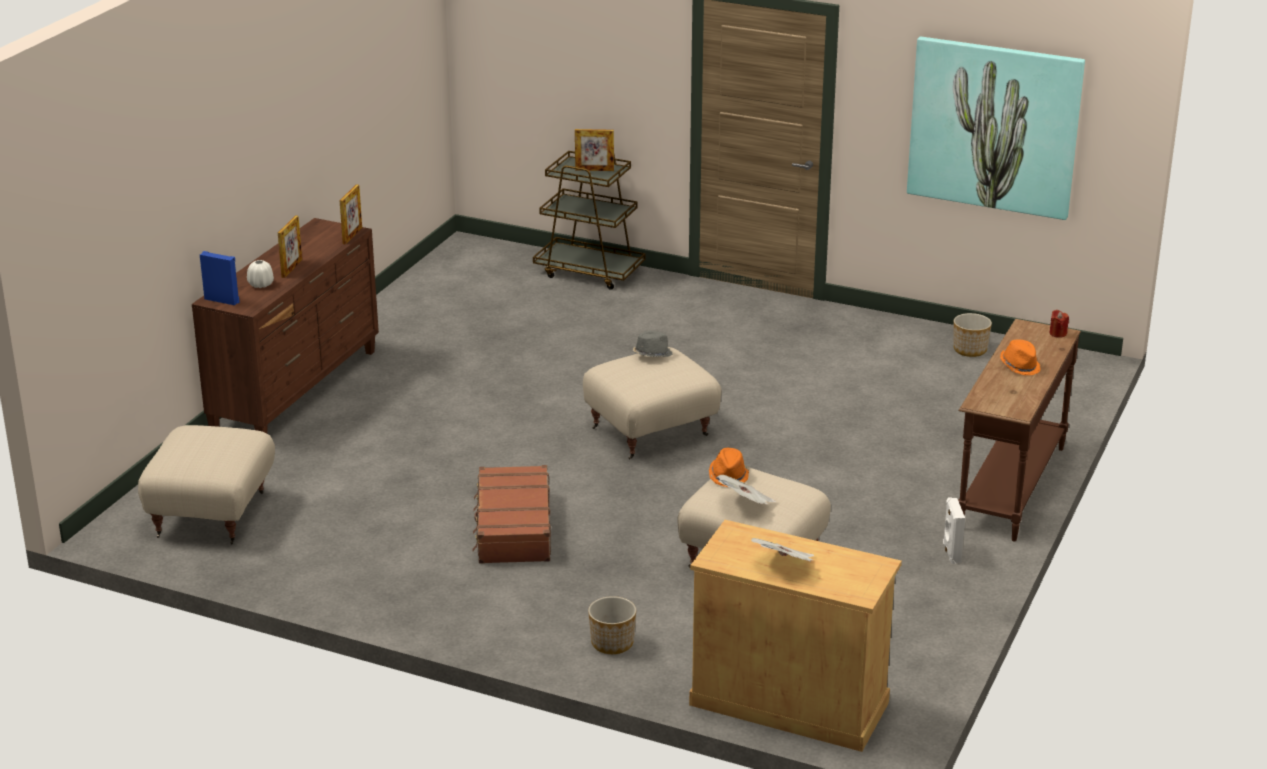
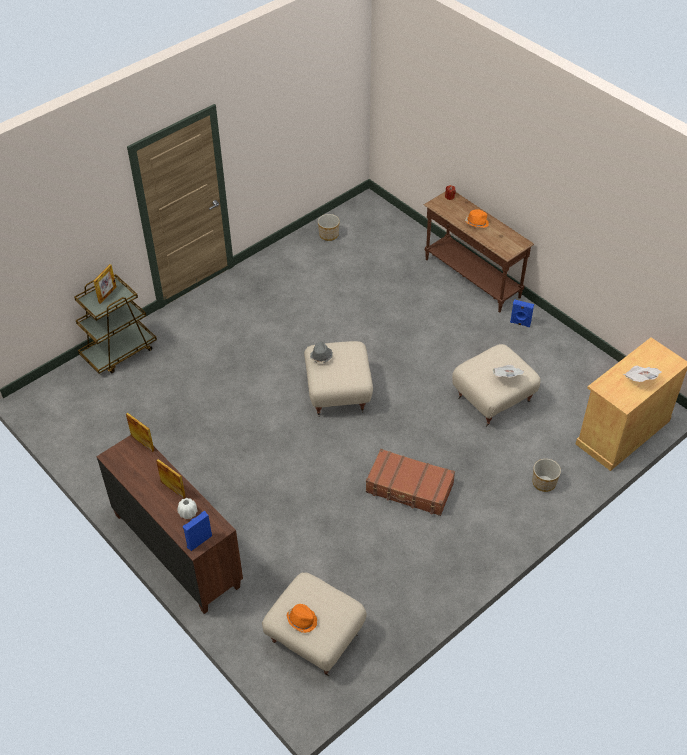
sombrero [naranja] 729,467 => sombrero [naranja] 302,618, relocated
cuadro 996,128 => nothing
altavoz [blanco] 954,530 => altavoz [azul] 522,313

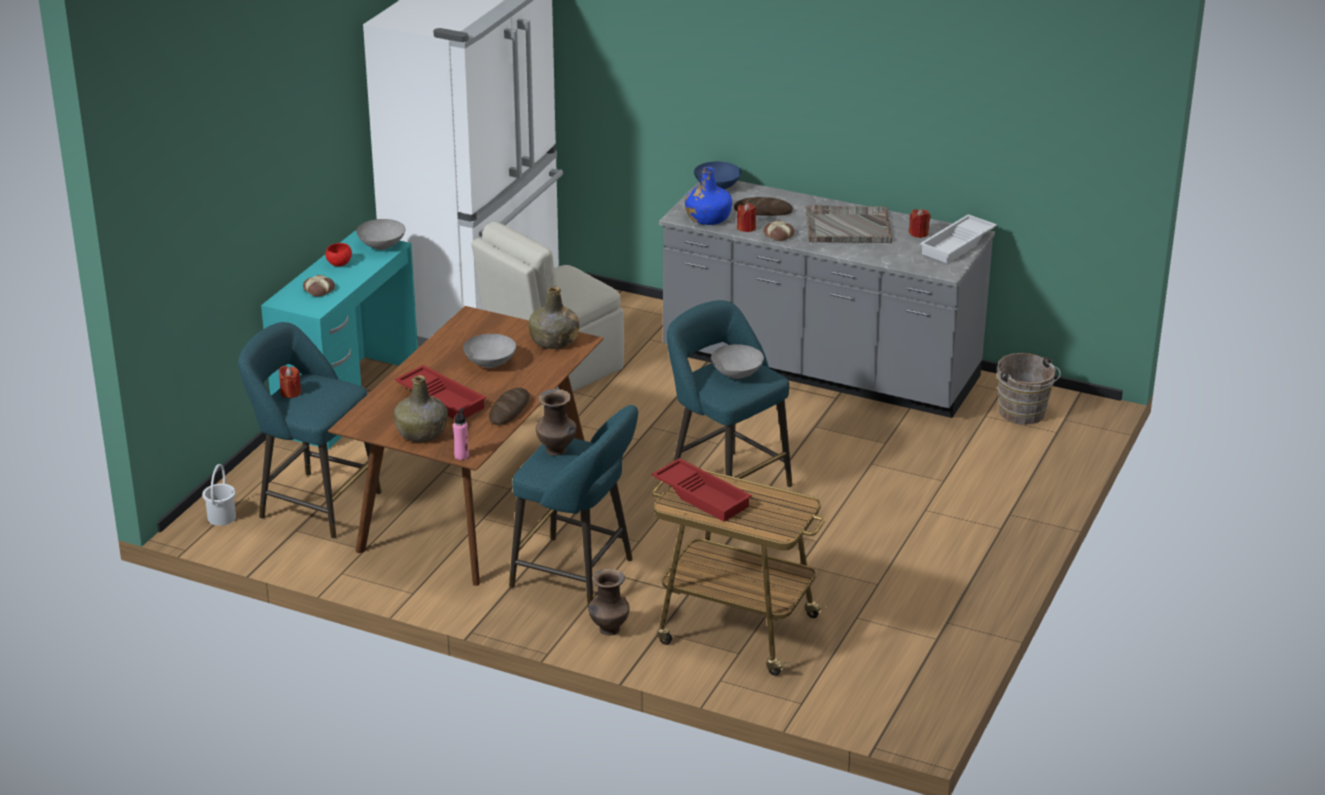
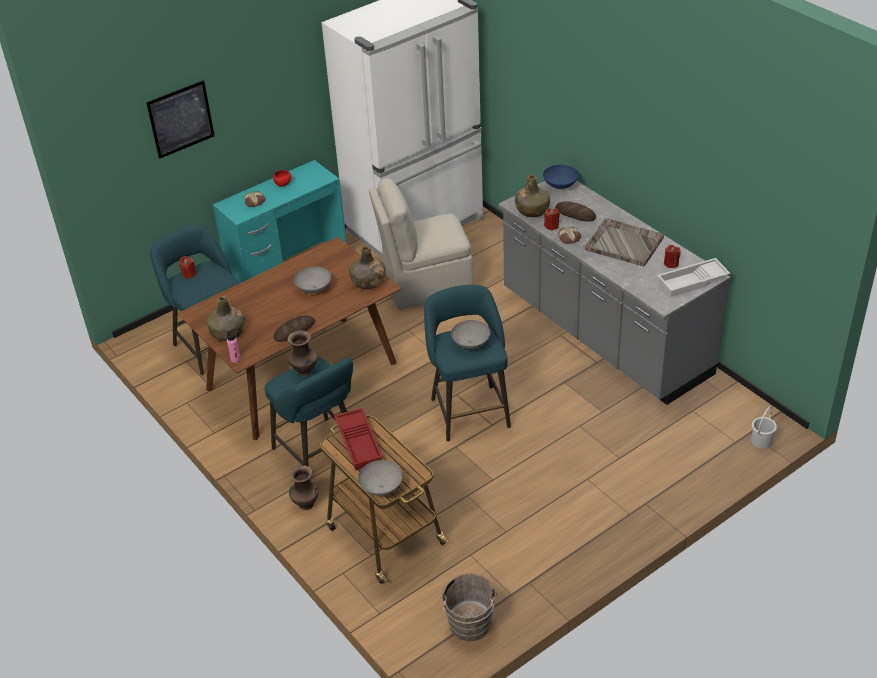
cubo [blanco] 219,495 => cubo [blanco] 764,427, relocated
cuenco [gris] 380,234 => cuenco [gris] 380,478, relocated
bandeja [rojo] 441,392 => nothing
botella [azul] 708,196 => botella [verde] 532,196
cubo [marrón] 1029,389 => cubo [marrón] 468,607, relocated
nothing => cuadro 180,119

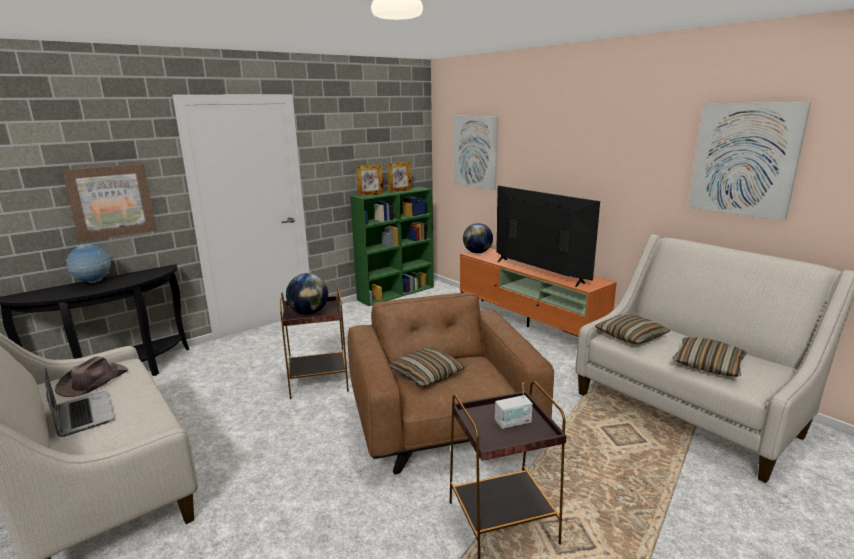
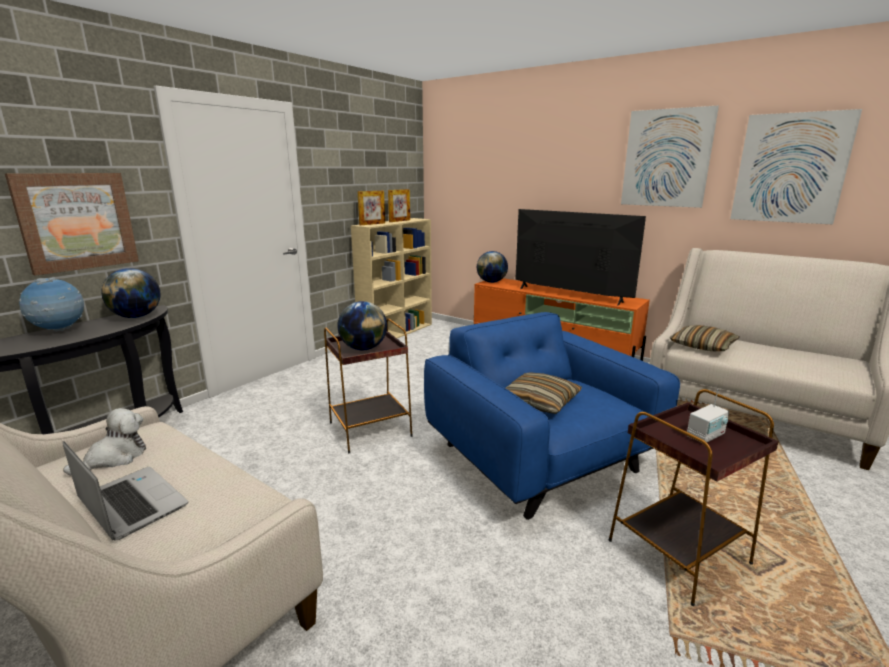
sombrero [marrón] 91,376 => peluche 104,442
sillón [marrón] 451,383 => sillón [azul] 552,416
estantería [verde] 392,246 => estantería [beis] 391,278
cuadro 476,153 => cuadro 670,157, relocated
cojín 710,357 => nothing
nothing => globo terráqueo 131,293

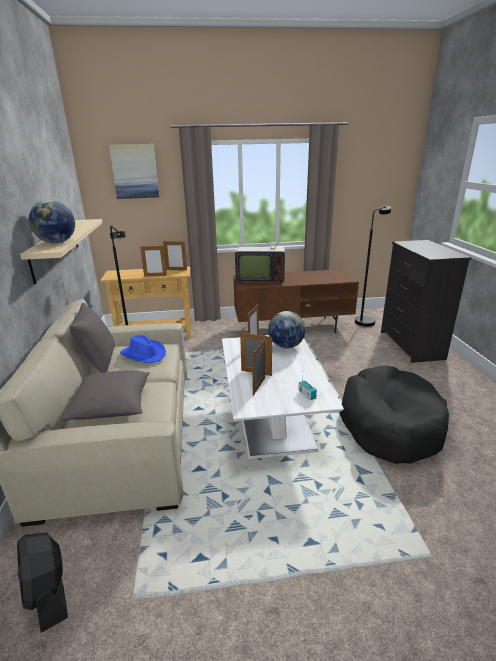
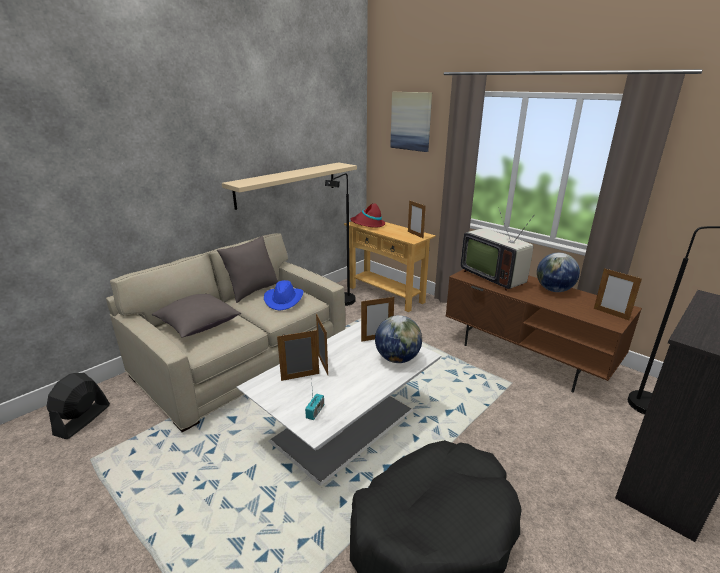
globo terráqueo 52,222 => globo terráqueo 558,272, relocated
portarretratos 153,261 => portarretratos 618,294, relocated
nothing => sombrero [rojo] 368,216

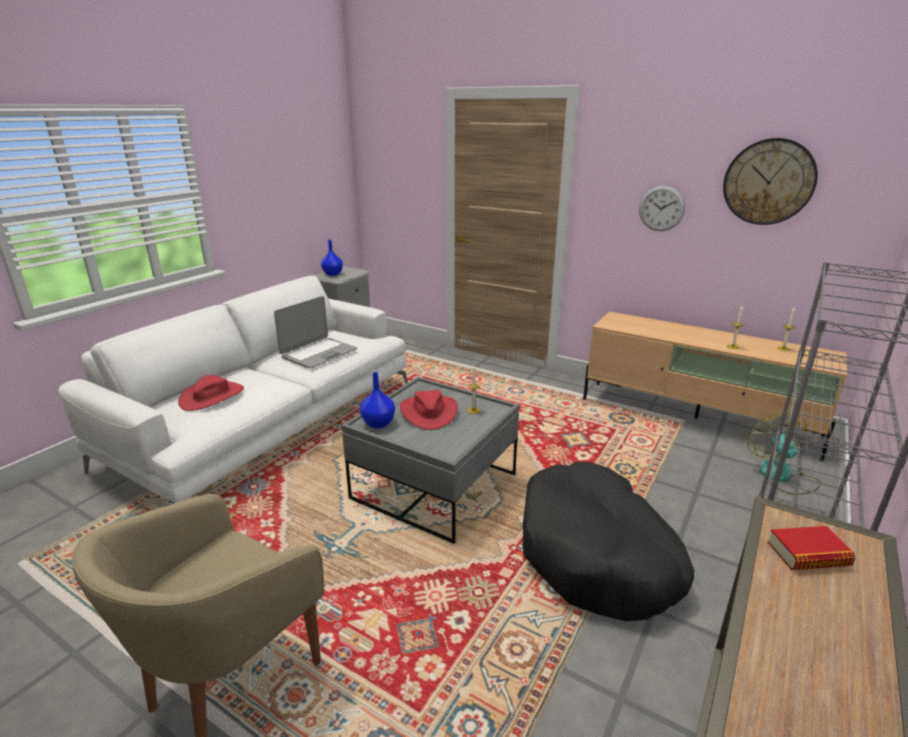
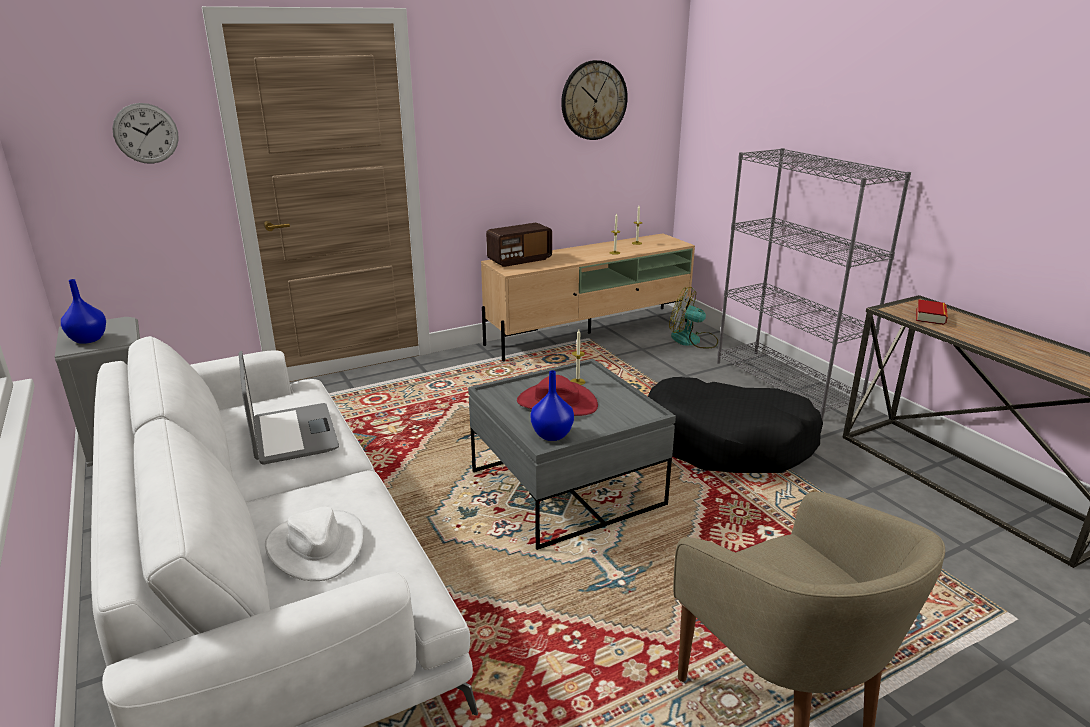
sombrero [rojo] 211,393 => sombrero [blanco] 314,544
reloj de pared 662,208 => reloj de pared 145,133, relocated
nothing => radio 519,245

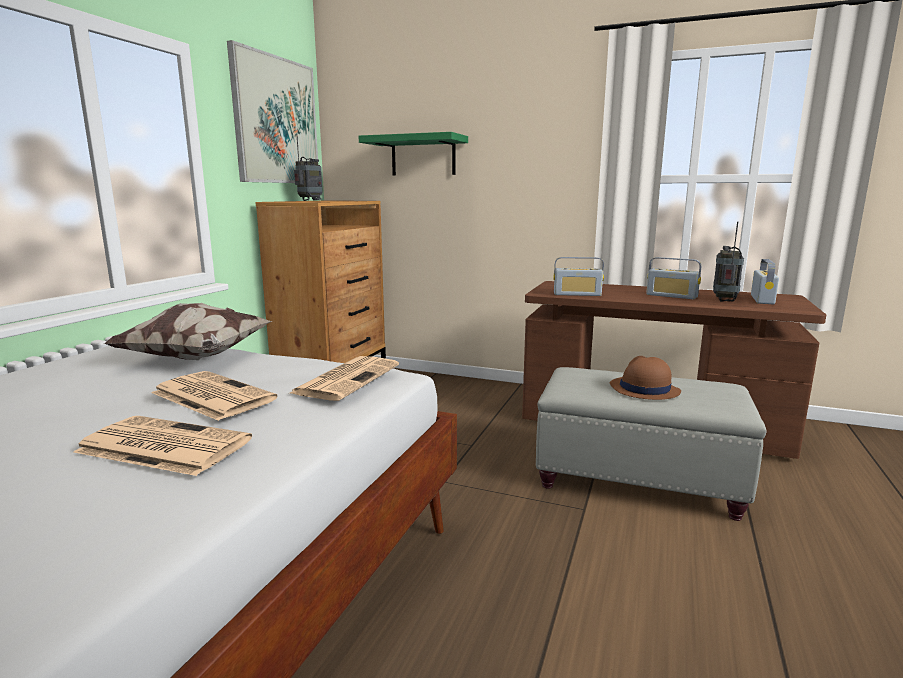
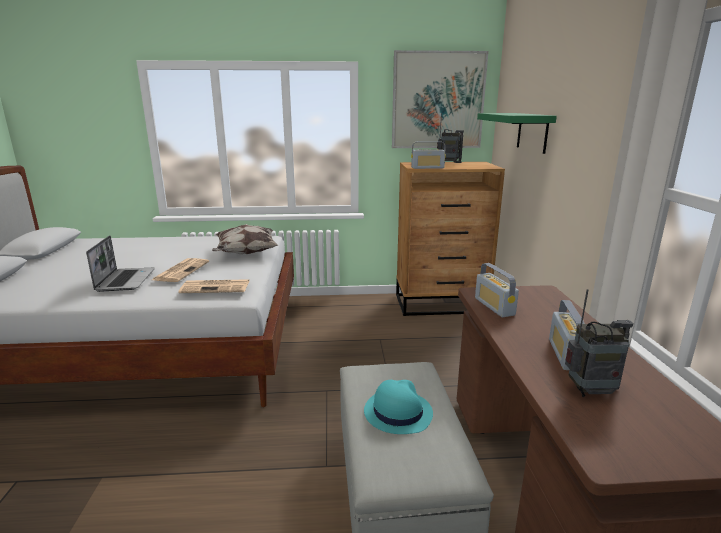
periódico 163,446 => portátil 120,263
sombrero [marrón] 645,378 => sombrero [turquesa] 398,407
radio 765,281 => radio 428,155, relocated

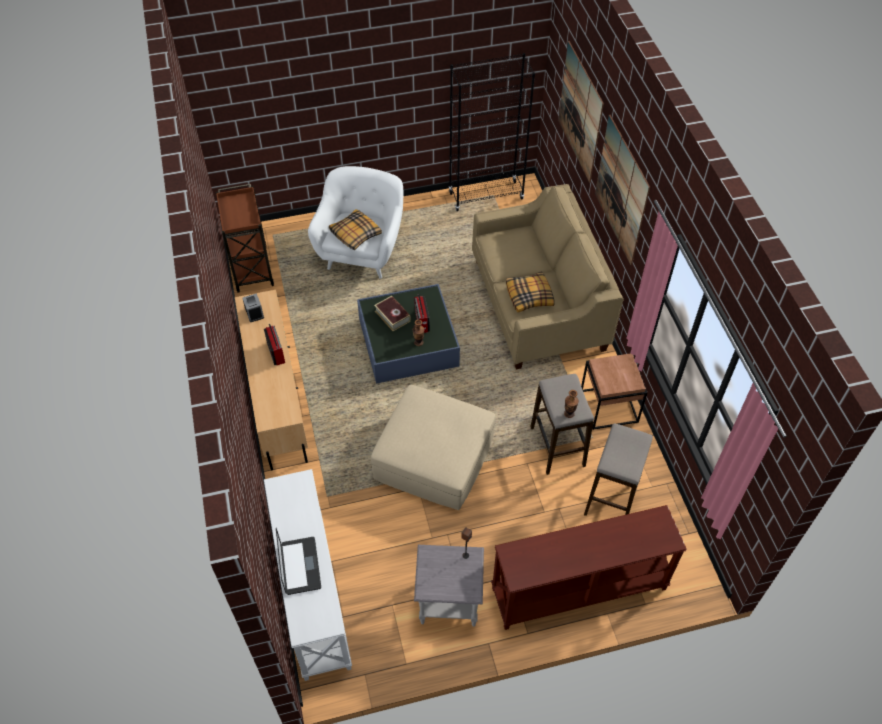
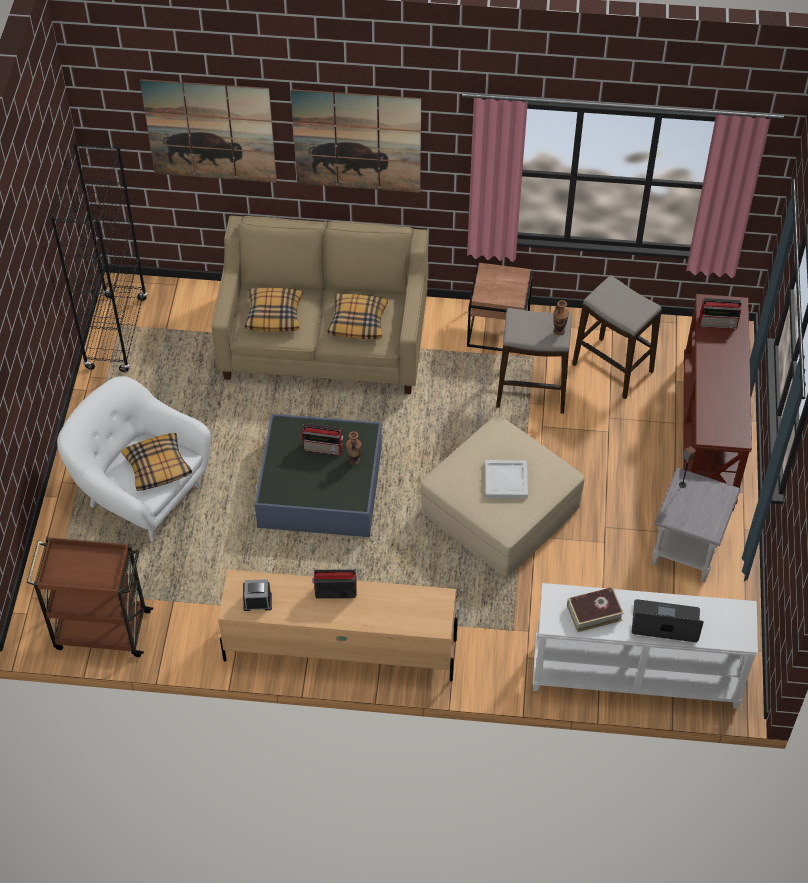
libro 392,313 => libro 595,609, relocated
nothing => cojín 274,310
nothing => bandeja [blanco] 506,479
nothing => radio 720,313

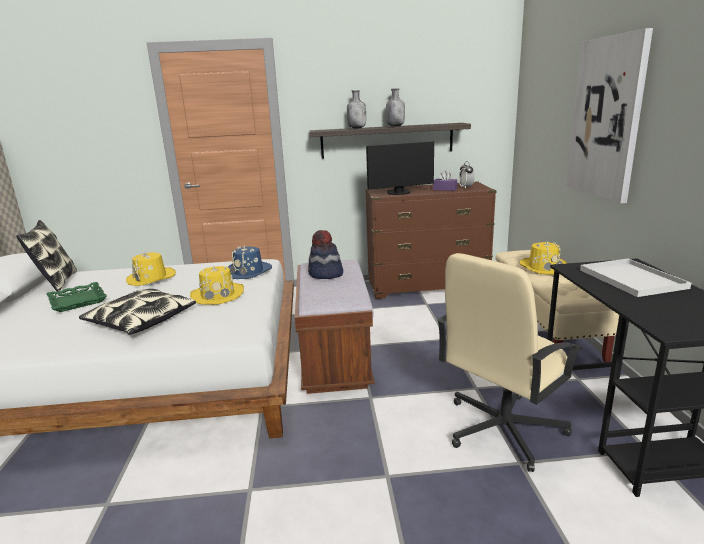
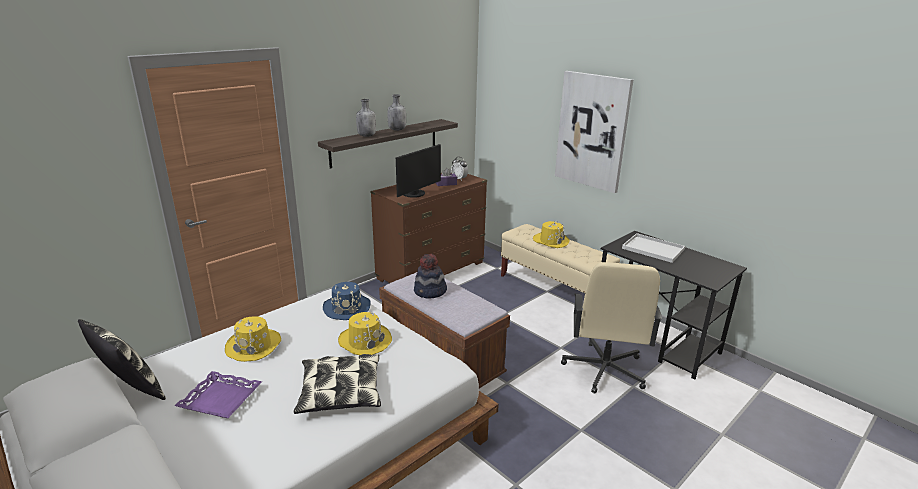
bandeja [verde] 76,297 => bandeja [morado] 218,394

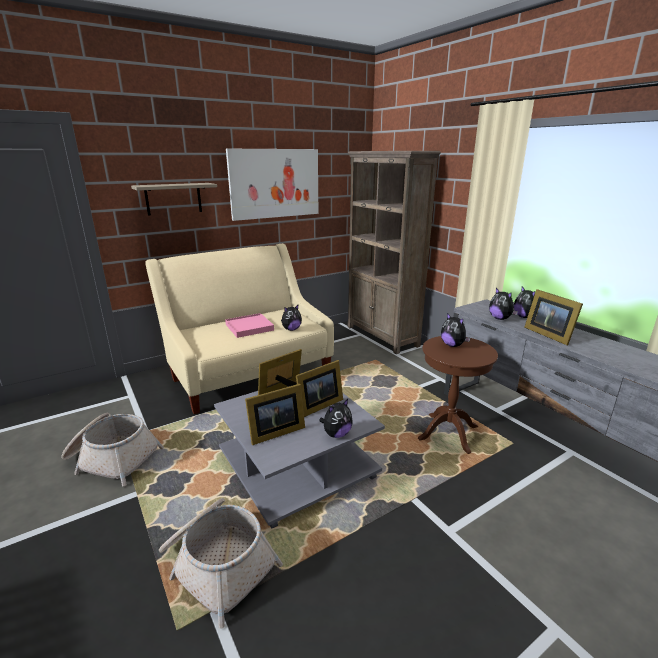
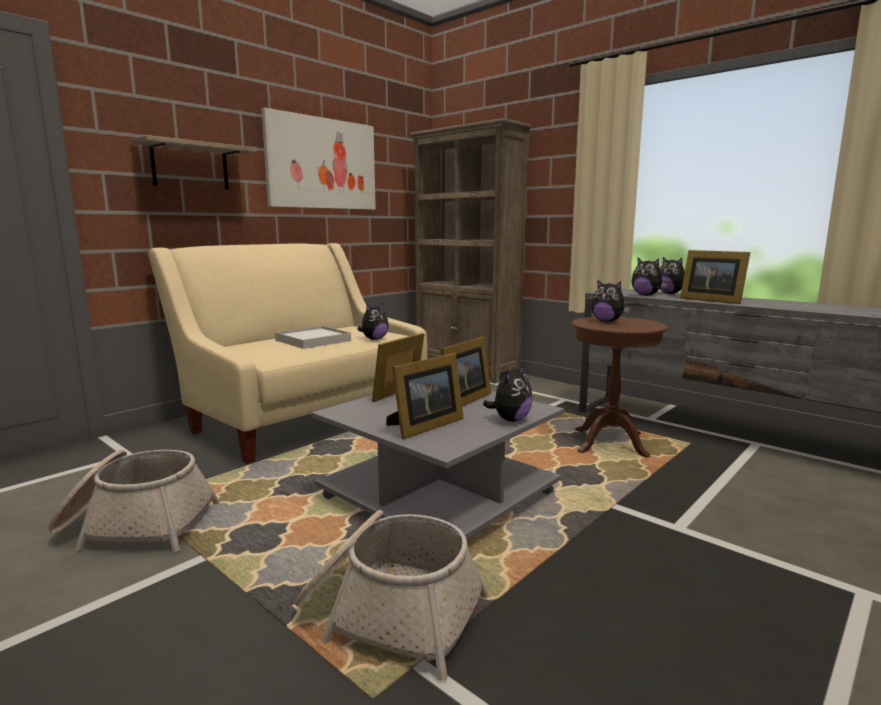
bandeja [rosa] 249,325 => bandeja [blanco] 313,337

